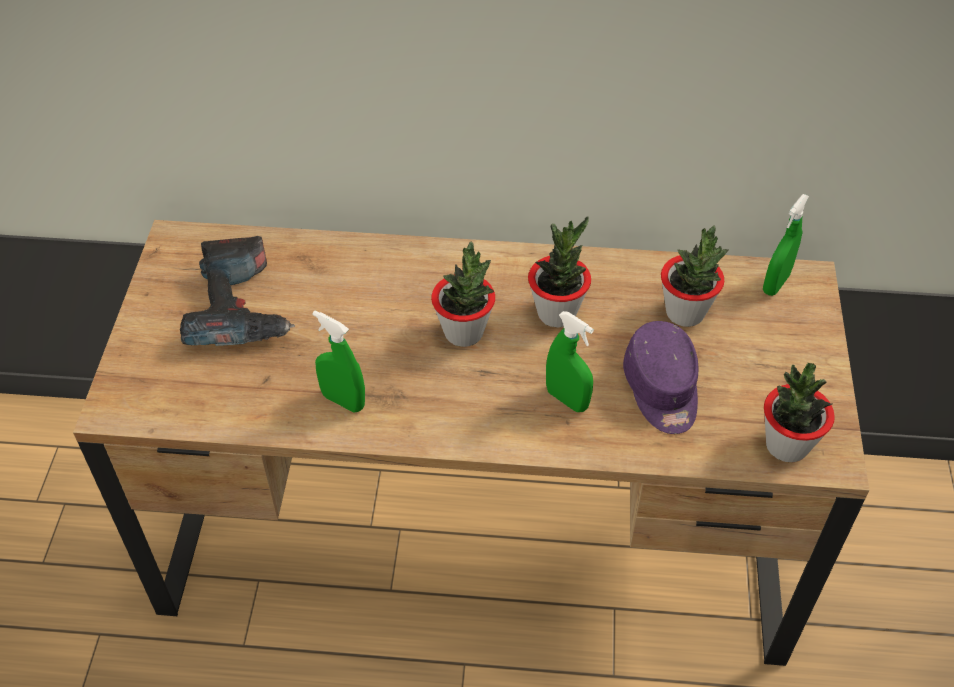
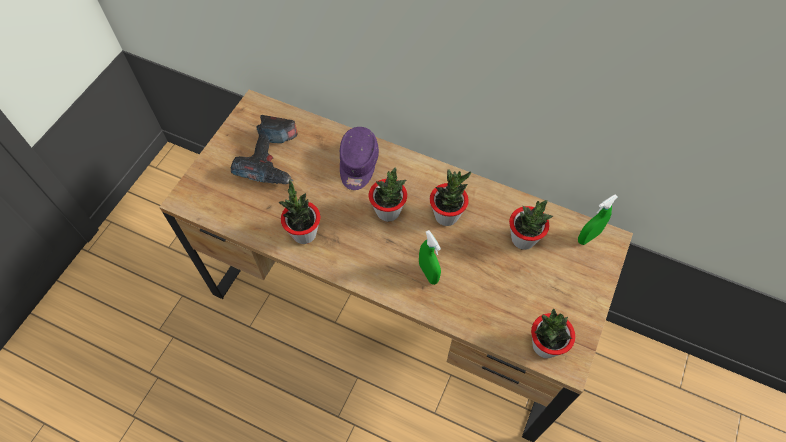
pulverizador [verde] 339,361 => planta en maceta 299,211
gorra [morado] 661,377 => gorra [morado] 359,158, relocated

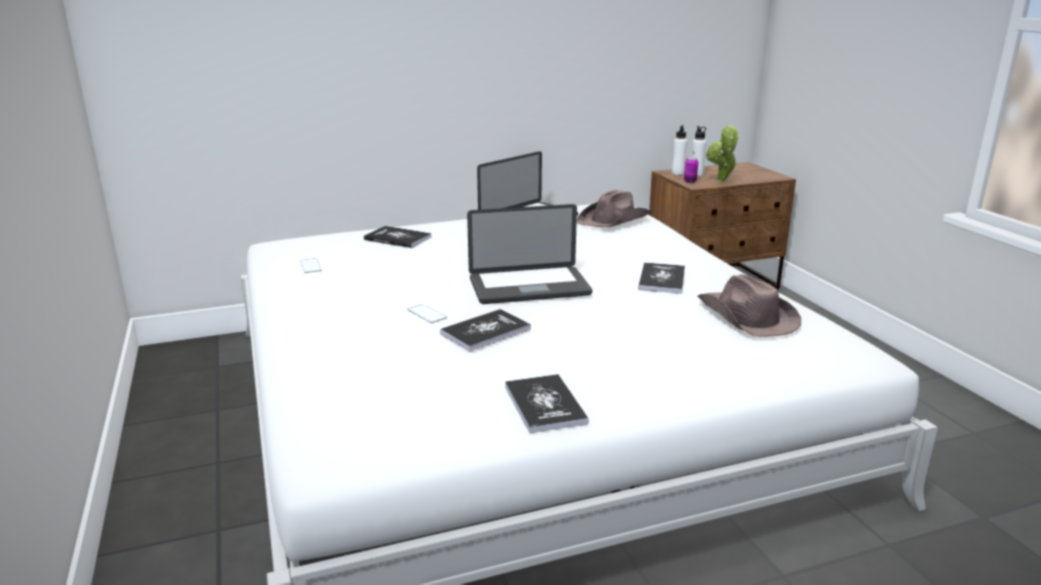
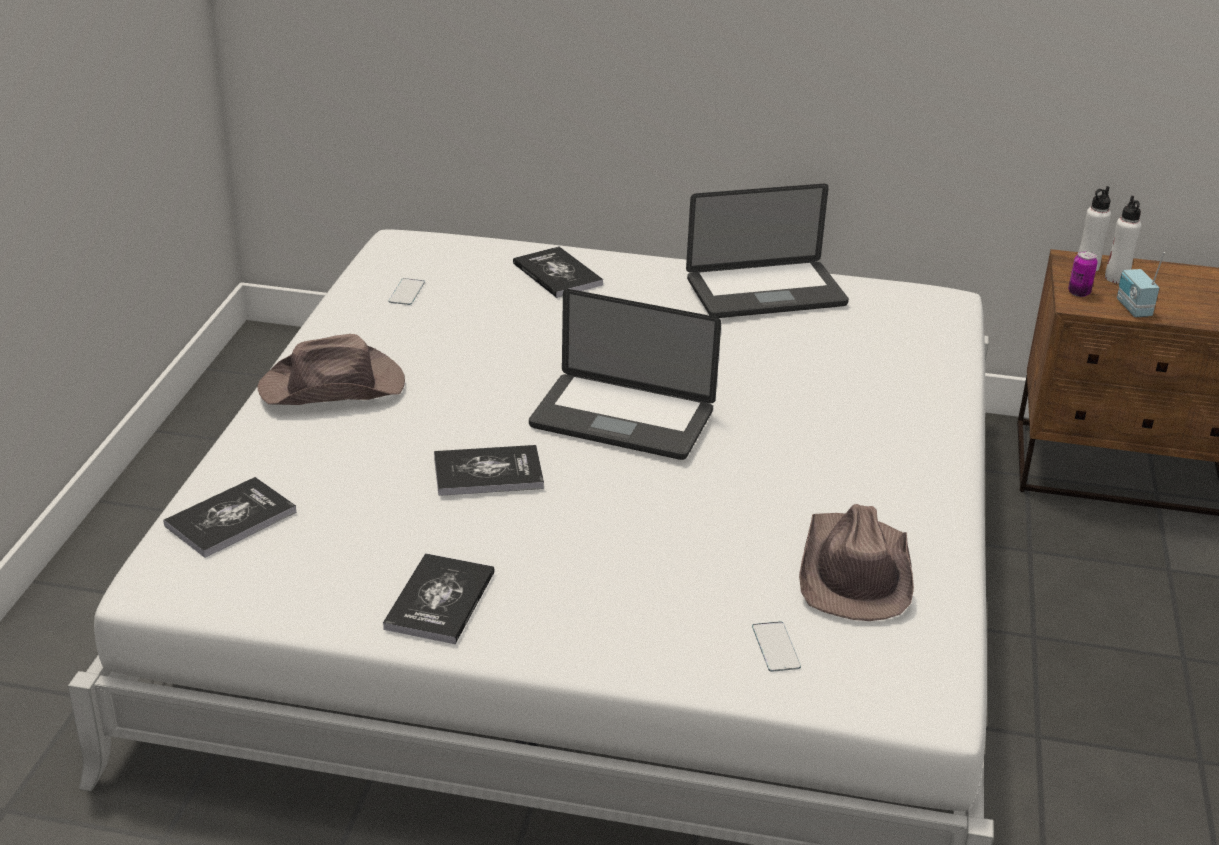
móvil 427,313 => móvil 776,646, relocated
sombrero [marrón] 614,208 => sombrero [marrón] 331,369, relocated
libro 661,278 => libro 230,517, relocated
planta en maceta 722,154 => radio 1141,284

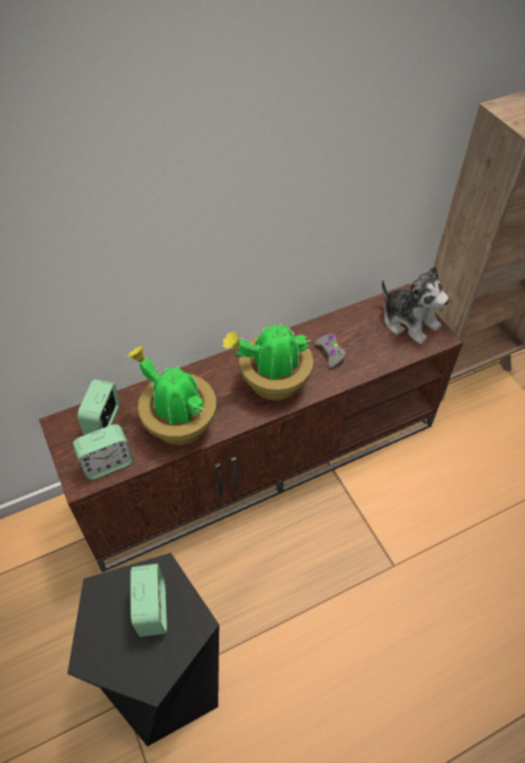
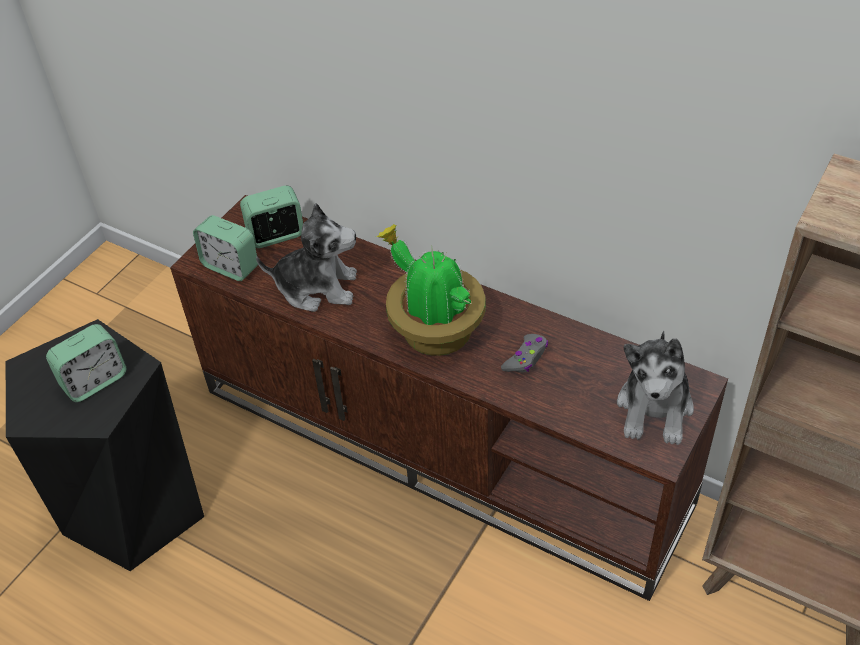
planta en maceta 172,395 => peluche 306,257

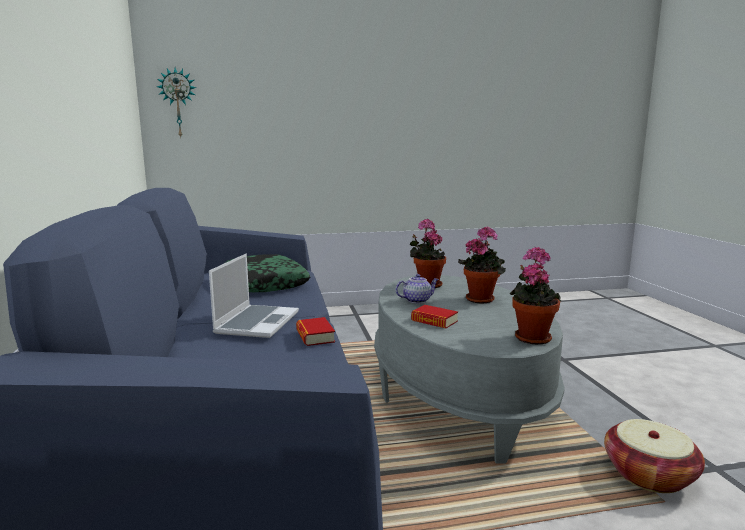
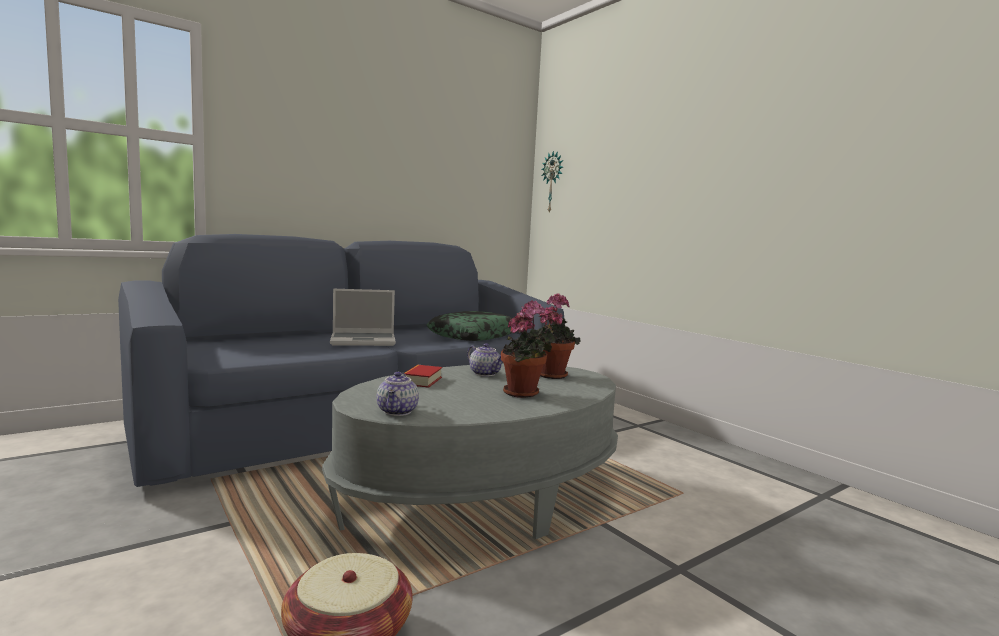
libro 315,331 => nothing
planta en maceta 536,295 => tetera 398,394

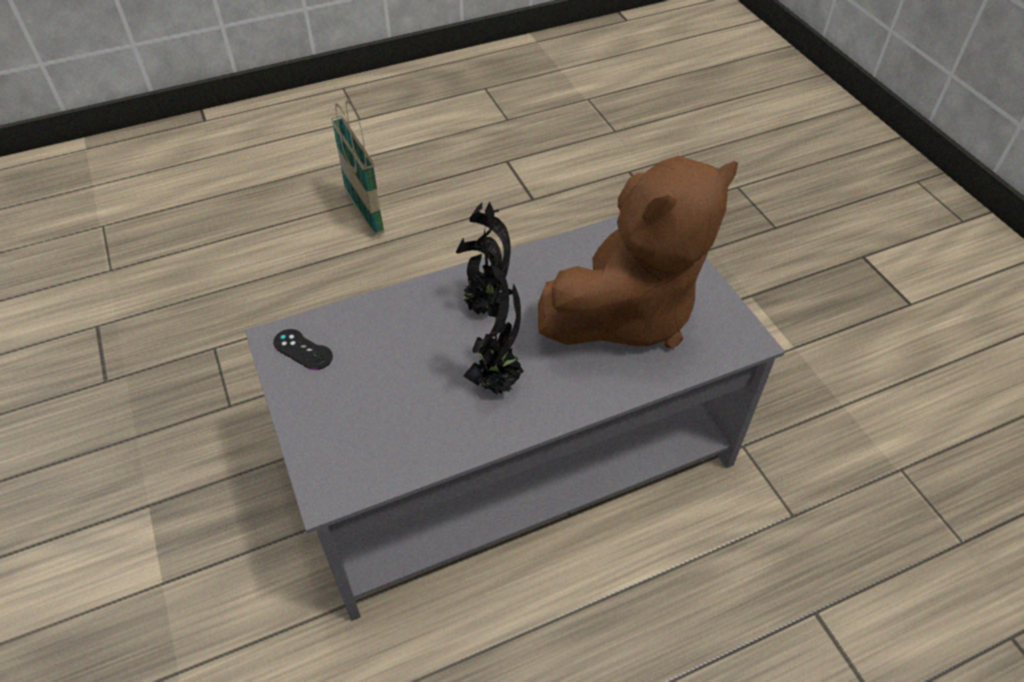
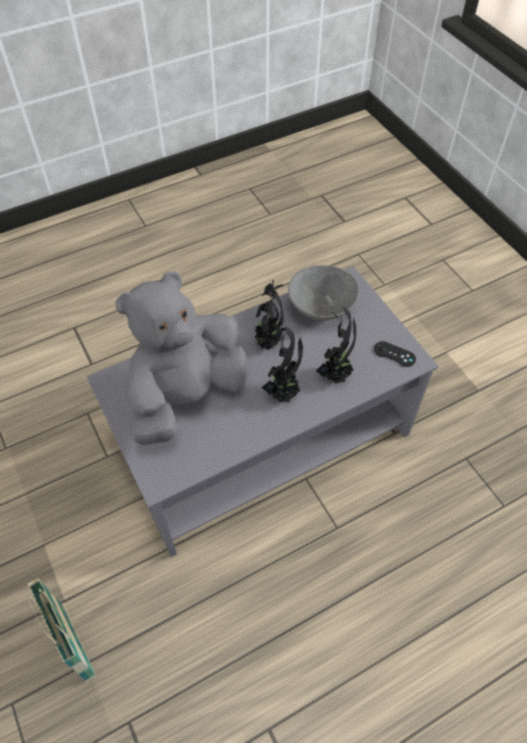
cesta 358,168 => cesta 62,630, relocated
peluche [marrón] 638,252 => peluche [gris] 181,358
nothing => cuenco [gris] 323,292
nothing => planta en maceta 336,344

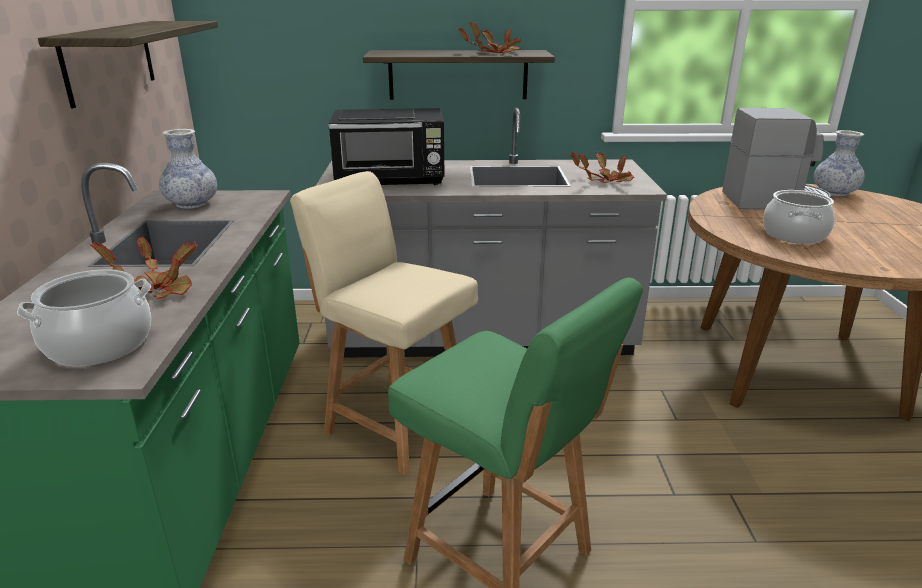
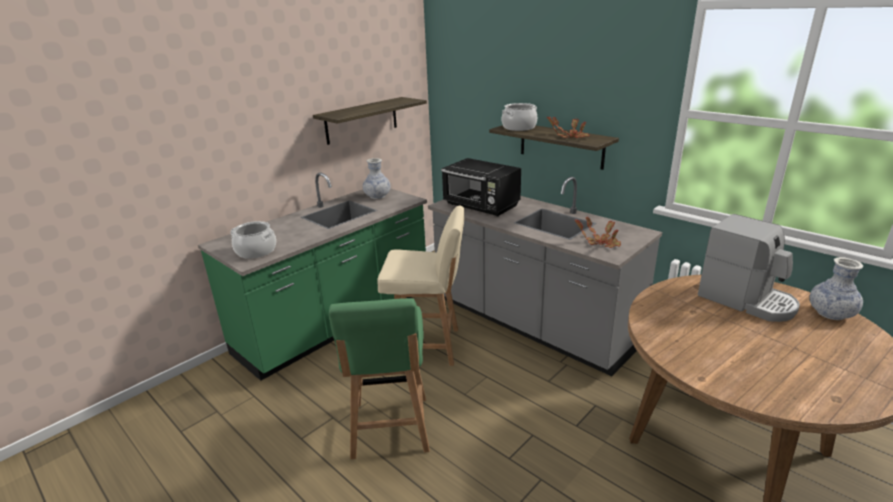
planta en maceta 144,268 => nothing
silla [beis] 384,323 => silla [beis] 420,286, 105 degrees clockwise
olla 799,217 => olla 519,117, relocated

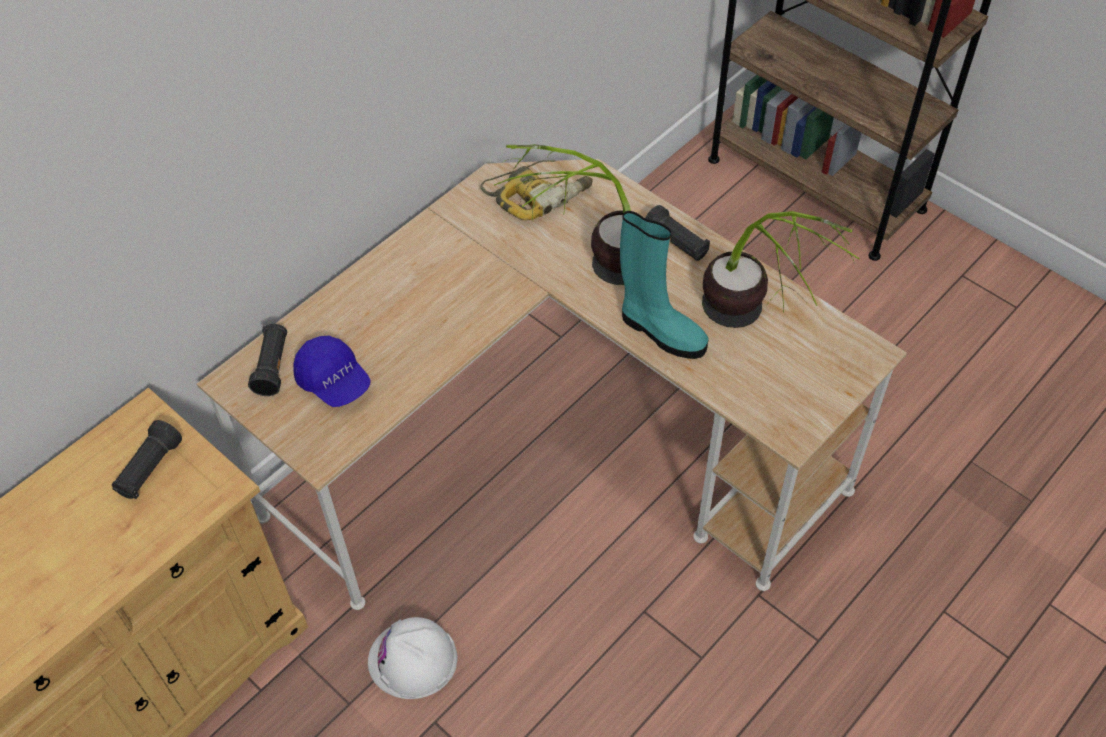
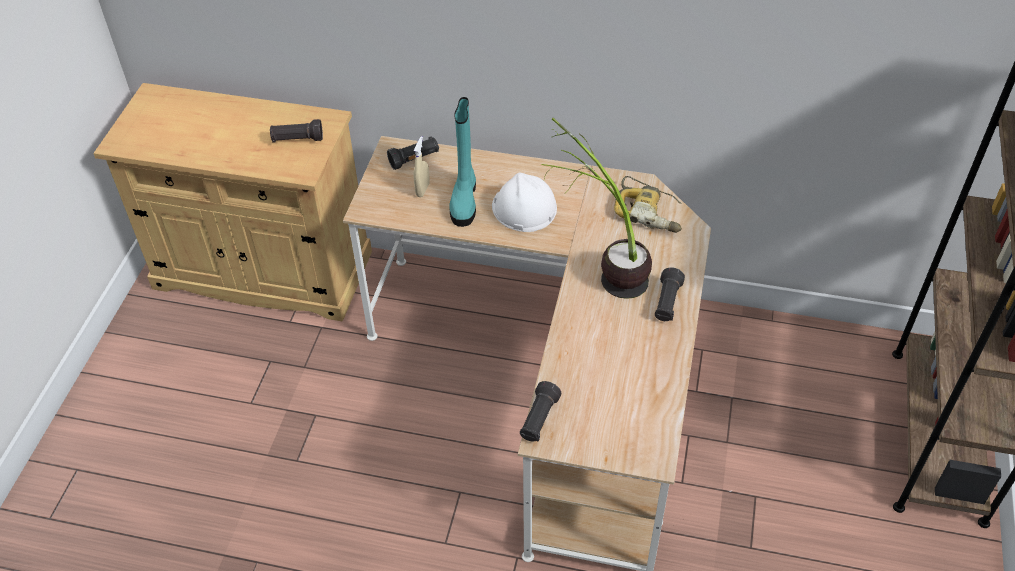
gorra [azul] 332,371 => pulverizador [beis] 422,166
casco [blanco] 413,658 => casco [blanco] 524,202, relocated
bota [turquesa] 664,285 => bota [turquesa] 462,162, relocated
planta en maceta 780,269 => nothing
nothing => linterna [negro] 541,411

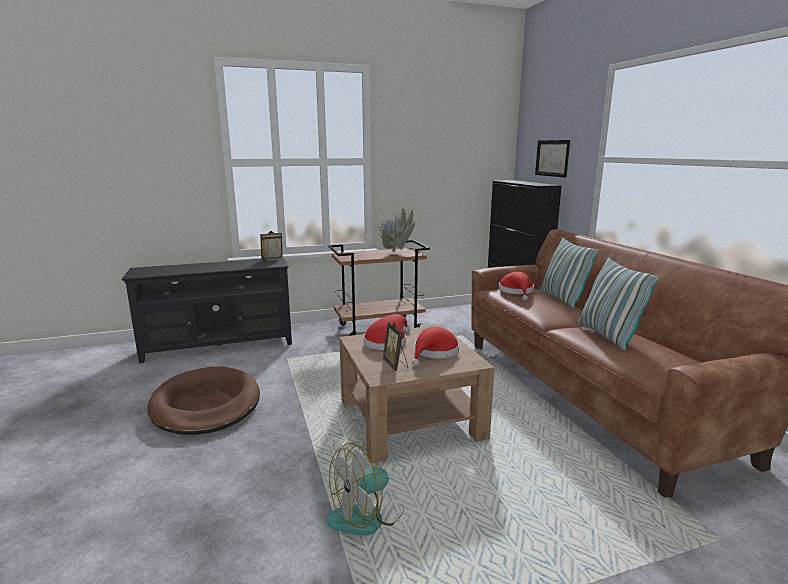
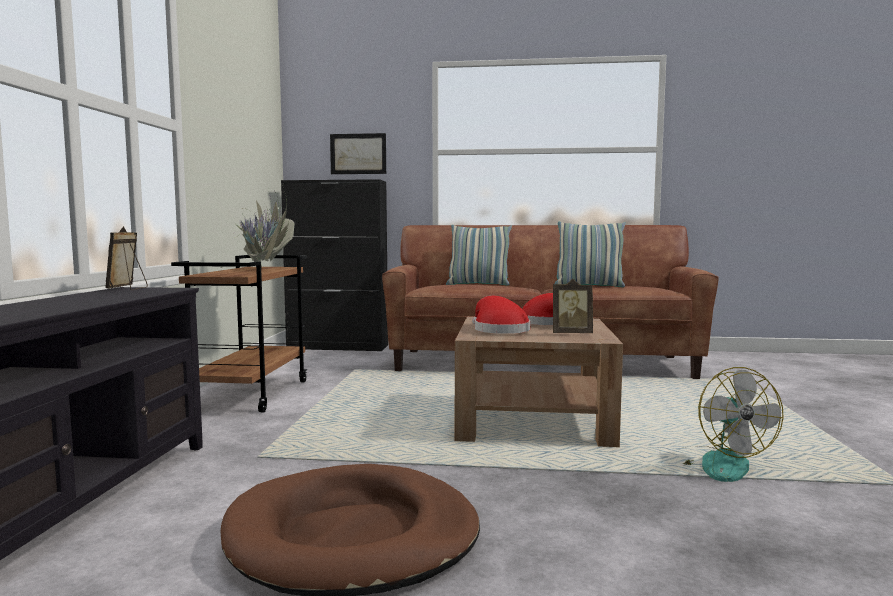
sombrero [rojo] 516,286 => nothing

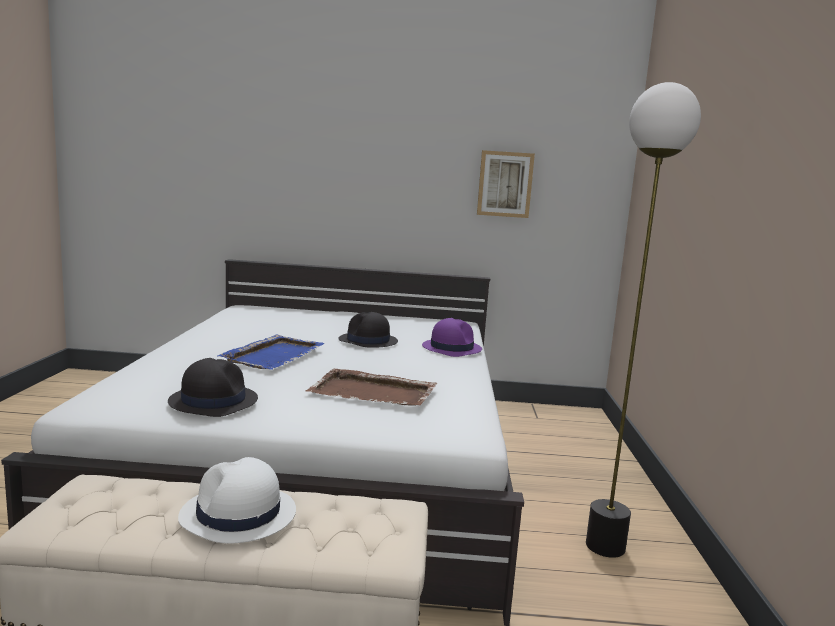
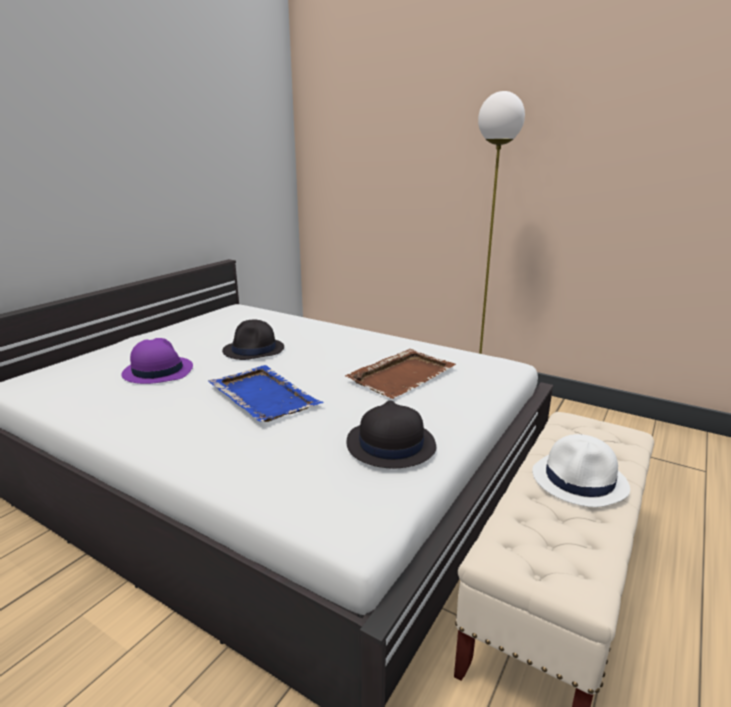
sombrero [morado] 452,337 => sombrero [morado] 157,361, relocated
cuadro 506,184 => nothing

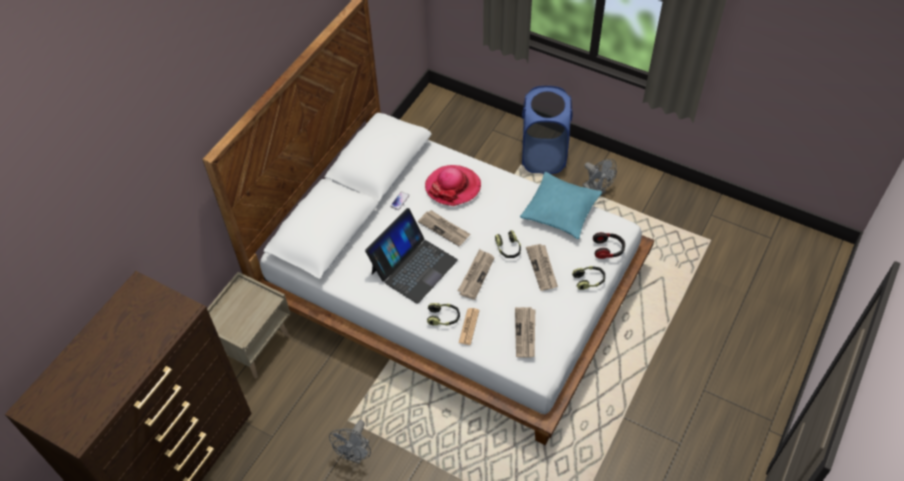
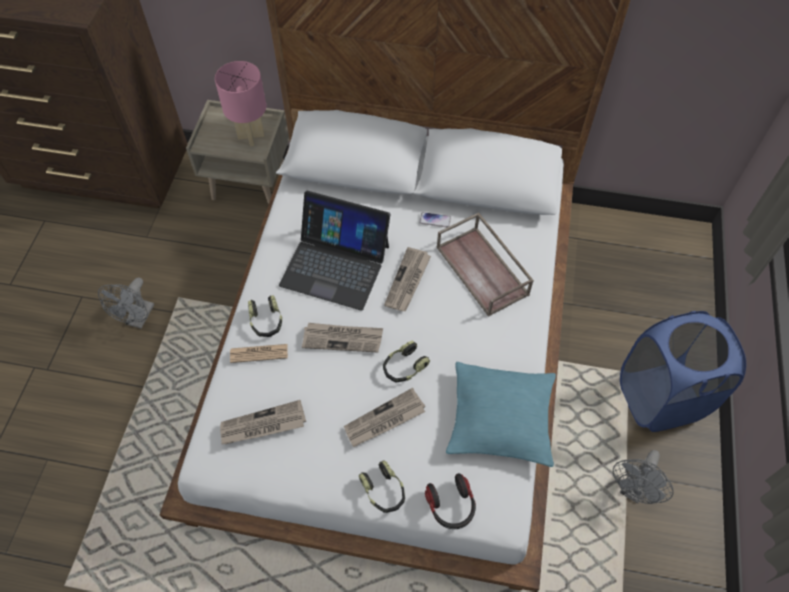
ventilador [gris] 350,442 => ventilador [gris] 126,303, 75 degrees counterclockwise
sombrero 453,185 => bandeja [marrón] 485,264
nothing => lámpara de mesa [rosa] 240,103

